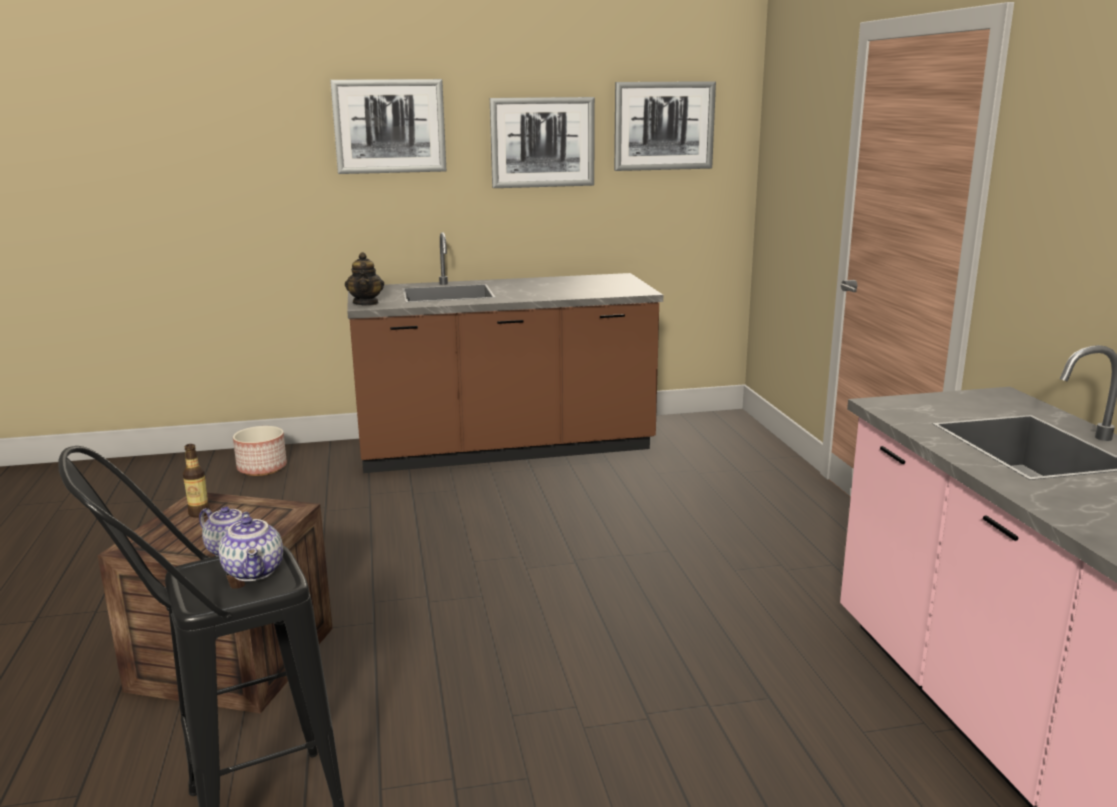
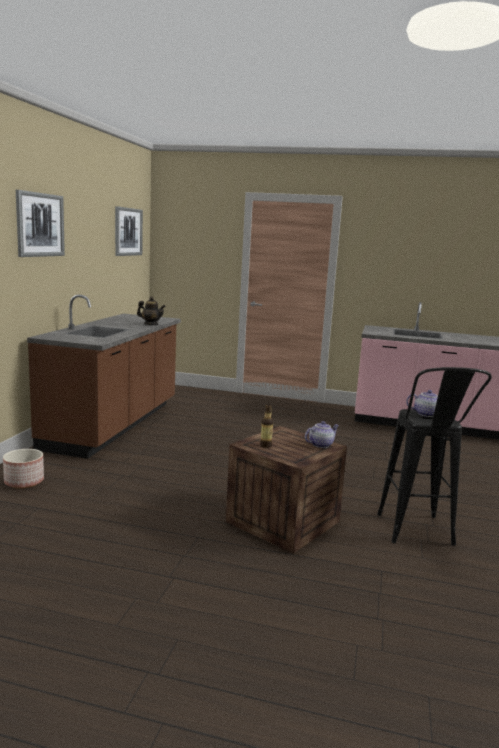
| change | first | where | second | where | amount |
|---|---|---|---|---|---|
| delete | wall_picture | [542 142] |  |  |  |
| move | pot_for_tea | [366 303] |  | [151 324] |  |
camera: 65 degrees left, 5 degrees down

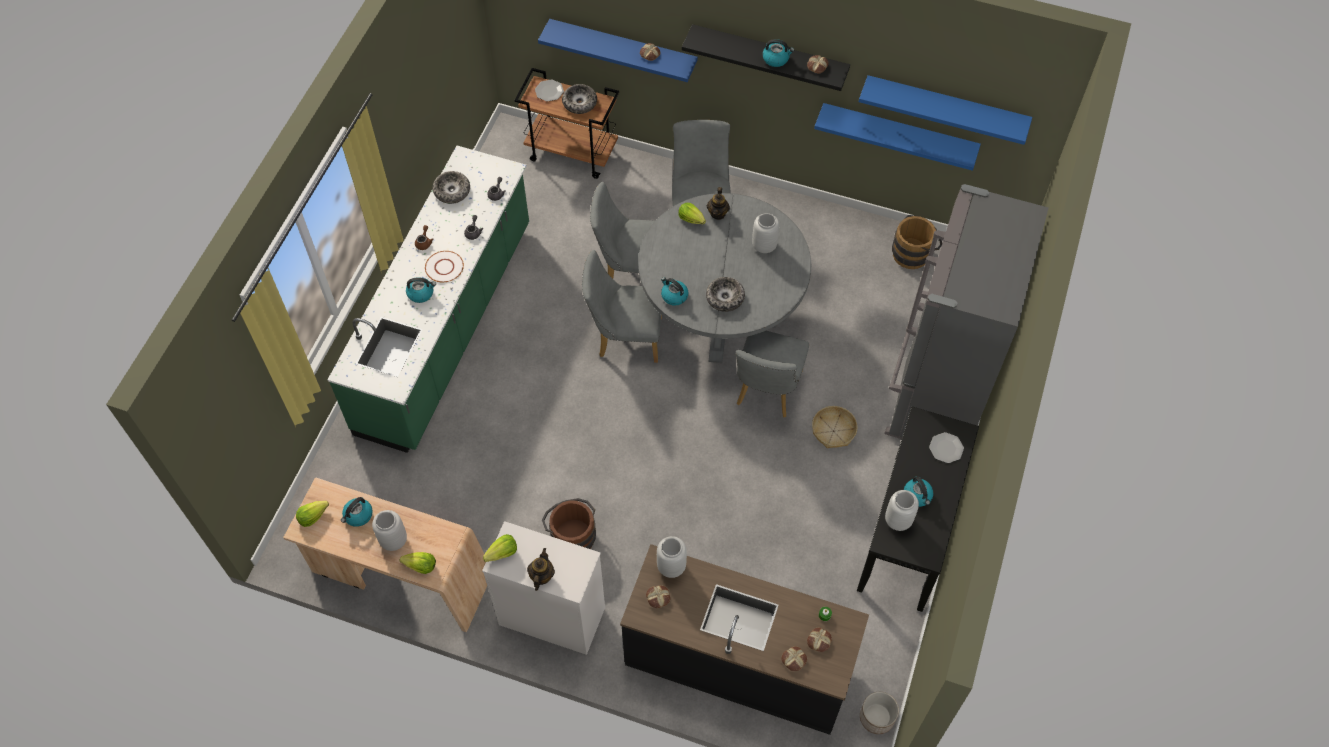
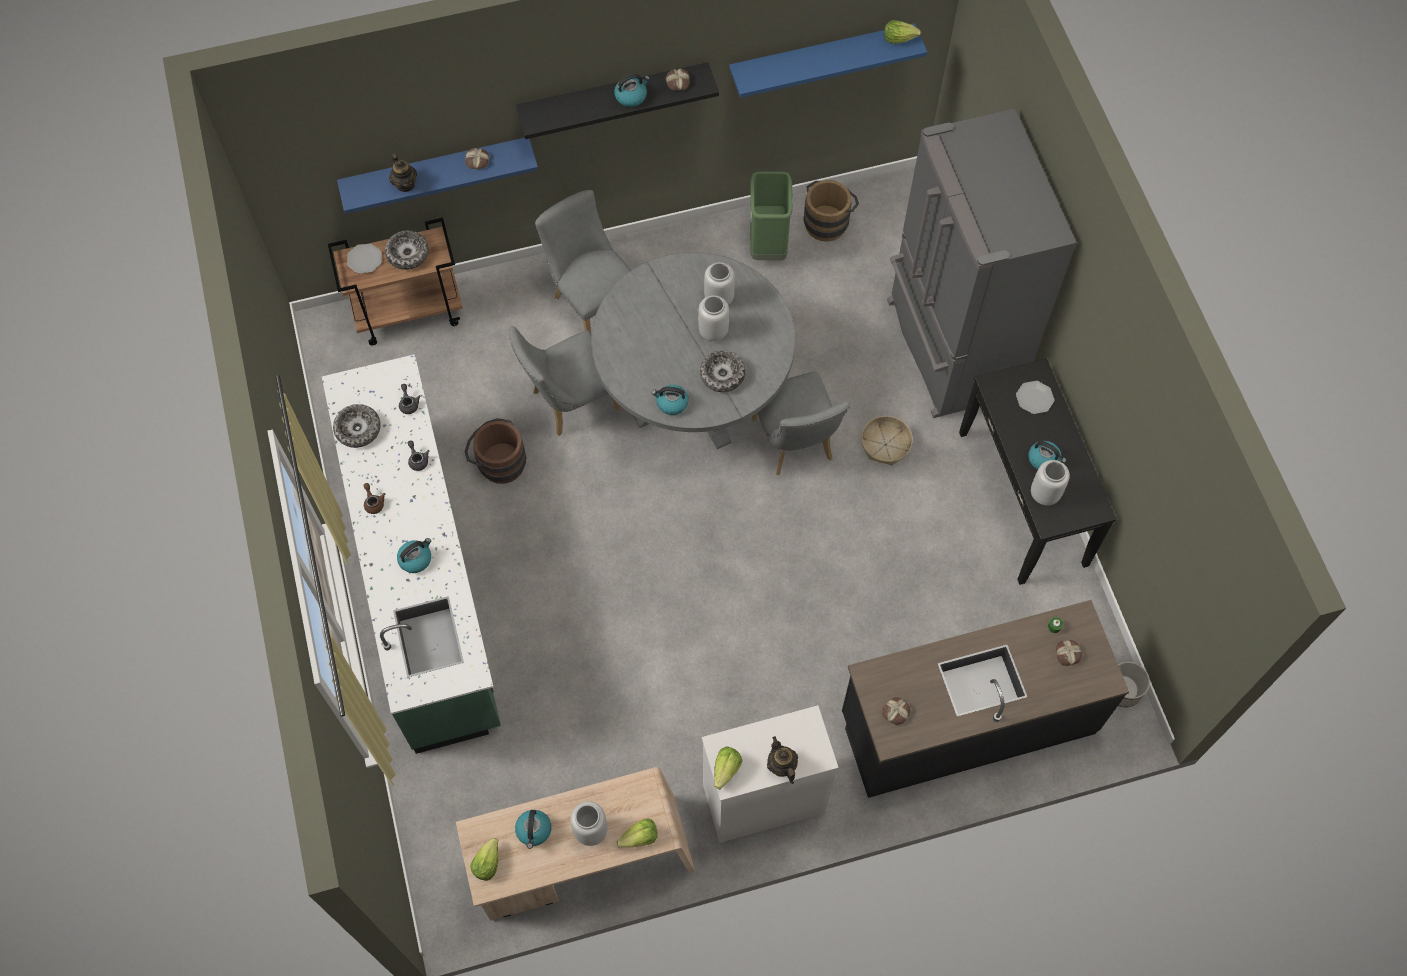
| change | first | where | second | where | amount |
|---|---|---|---|---|---|
| delete | blue_wall_shelf | [899 132] |  |  |  |
| move | pot_for_tea | [718 213] |  | [405 184] |  |
| move | head_of_lettuce | [691 218] |  | [899 38] |  |
| delete | greyish_plain_chair | [624 337] |  |  |  |
| delete | white-coloured_plate | [444 267] |  |  |  |
| move | brownish_bucket | [572 534] |  | [498 461] |  |
| move | greyish_decorative_vase | [671 567] |  | [713 332] |  |
| delete | bakery_bread | [794 660] |  |  |  |
| insert |  |  | green_waste_bin | [768 247] |  |
camera: 35 degrees left, 5 degrees up

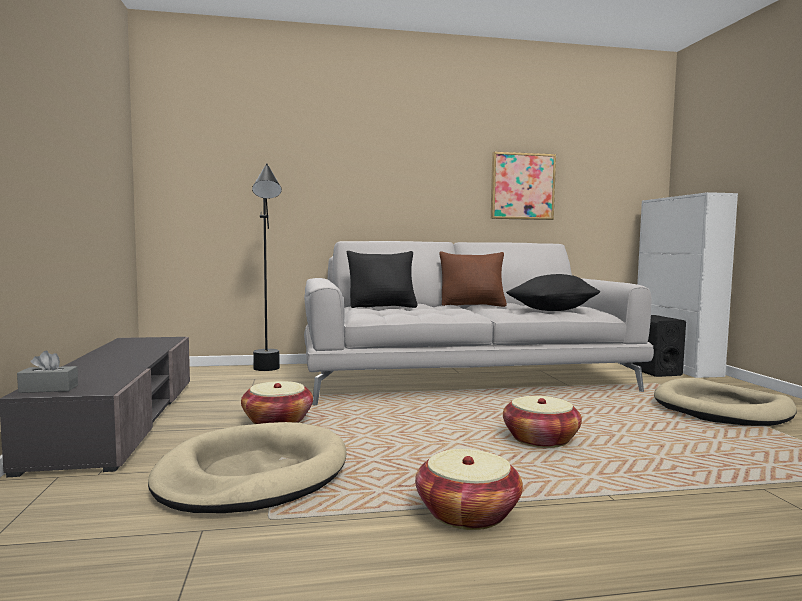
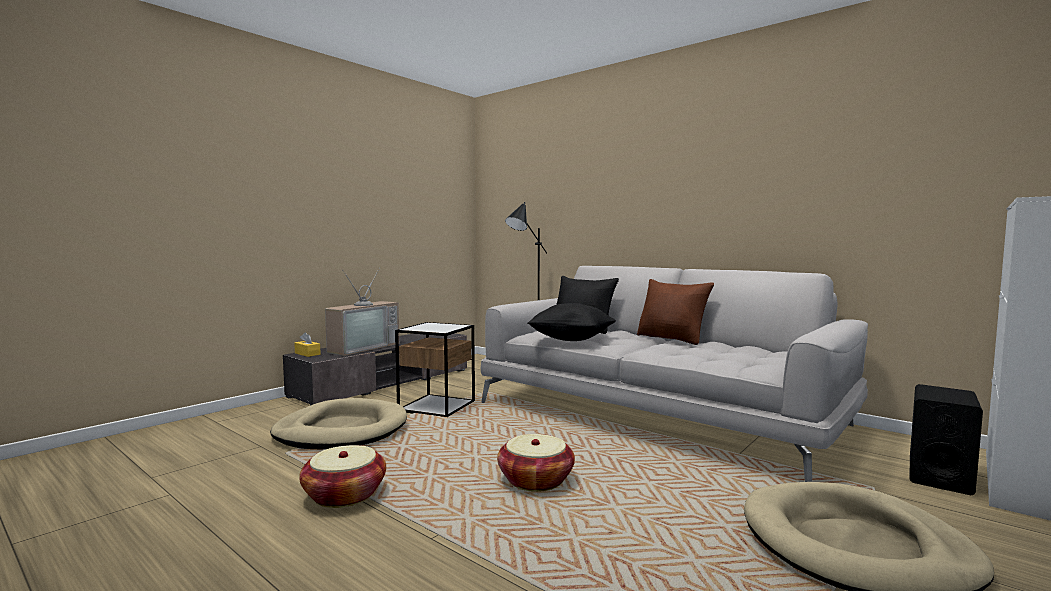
| change | first | where | second | where | amount |
|---|---|---|---|---|---|
| delete | wall_picture | [522 186] |  |  |  |
| move | black-coloured_pillow | [552 310] |  | [571 340] |  |
| recolor | greyish_box_of_tissues | [48 389] | yellowish_box_of_tissues | [307 354] |  |
| replace | household_basket | [277 421] | end_table | [437 406] |  |
| insert |  |  | TV | [361 347] |  |
camera: 50 degrees right, 0 degrees up

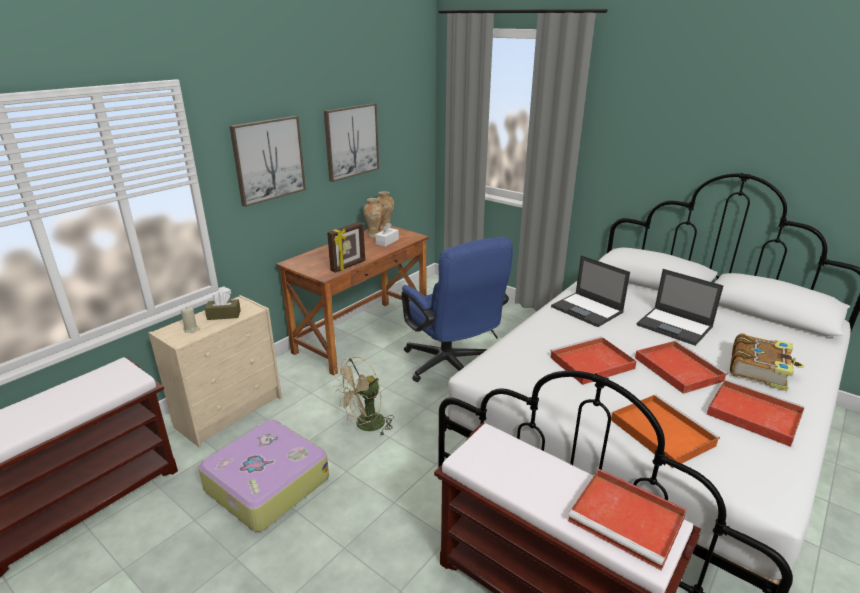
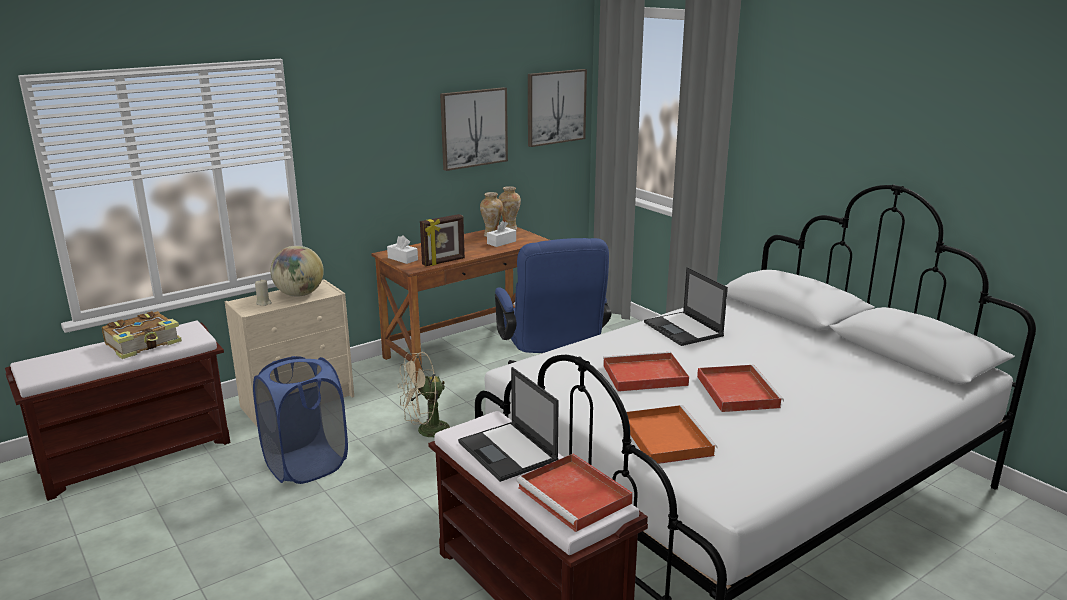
| change | first | where | second | where | amount |
|---|---|---|---|---|---|
| move | wall_picture | [268 159] |  | [555 107] |  |
| move | portable_computer | [675 326] |  | [508 452] |  |
| replace | brownish_box_of_tissues | [224 315] | globe | [299 294] |  |
| move | book | [760 369] |  | [144 344] |  |
| delete | red_tray | [751 414] |  |  |  |
| replace | travel_case | [266 484] | blue_washing_basket | [306 465] |  |
| insert |  |  | white-coloured_box_of_tissues | [402 259] |  |
camera: 15 degrees right, 5 degrees down

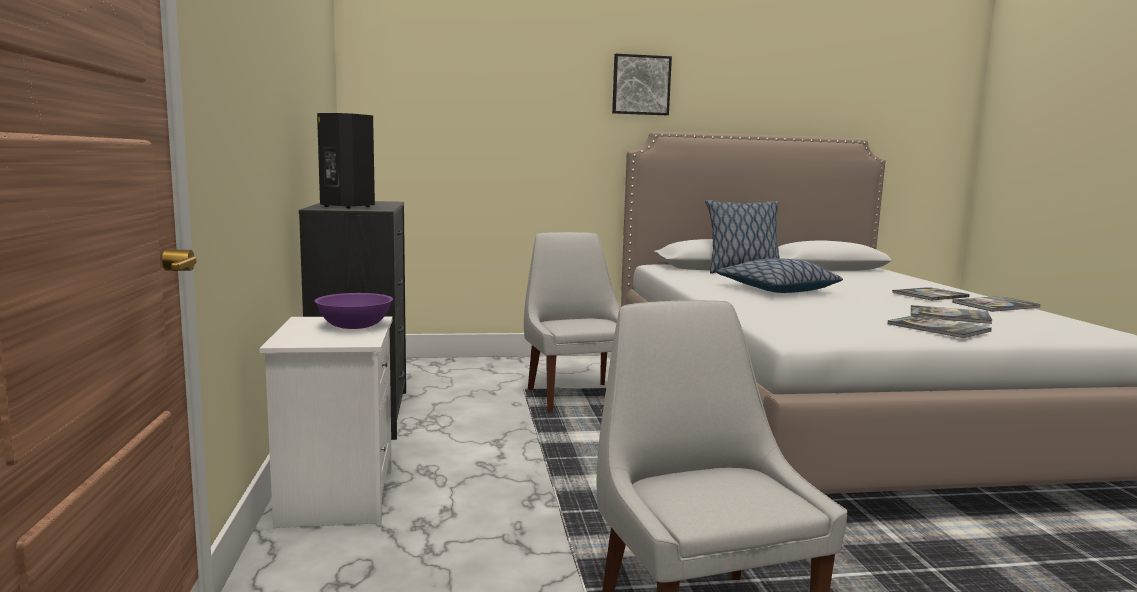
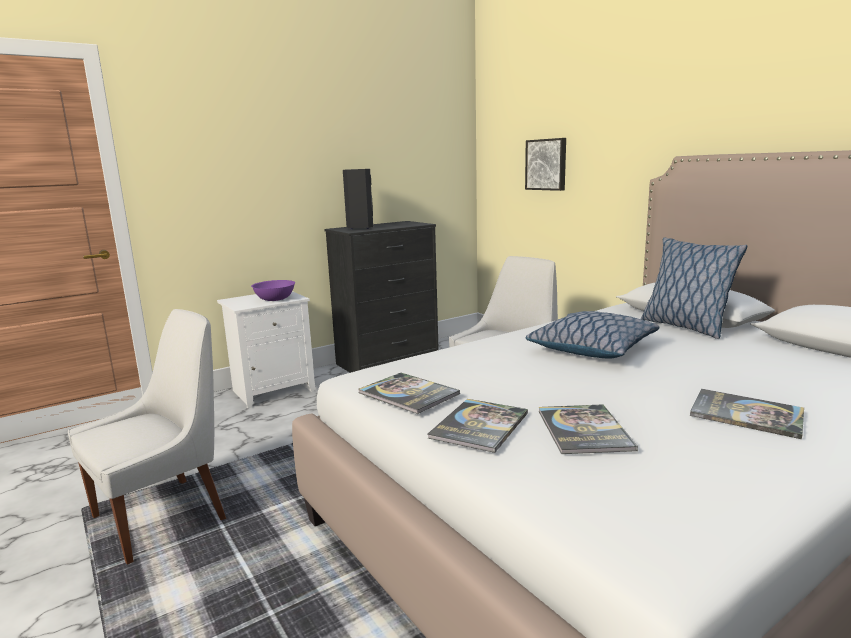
| change | first | where | second | where | amount |
|---|---|---|---|---|---|
| move | wall_picture | [641 85] |  | [546 164] |  |
| move | book | [995 305] |  | [408 394] |  |
camera: 65 degrees right, 5 degrees up

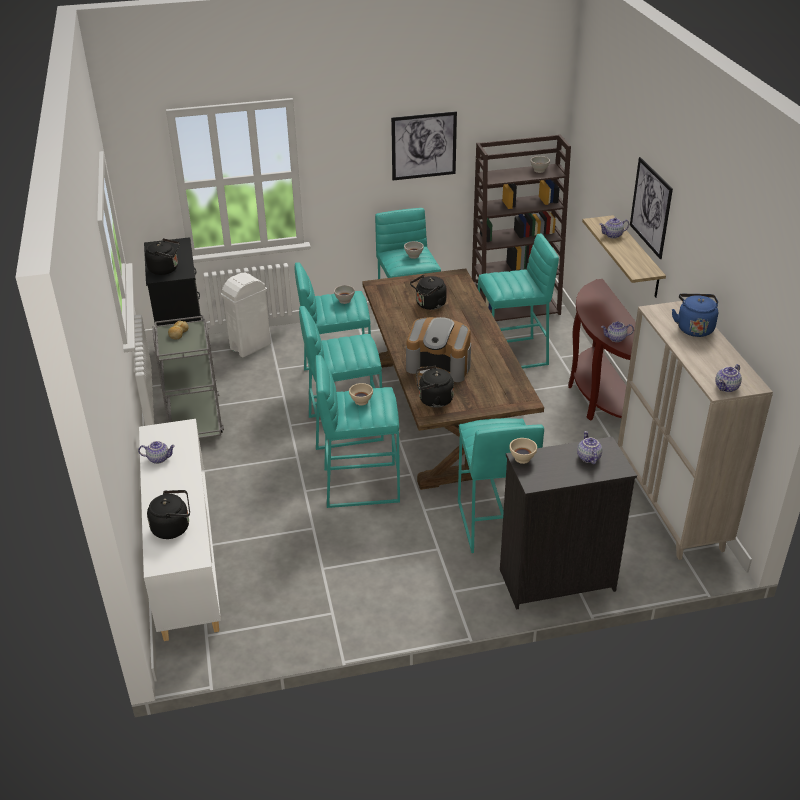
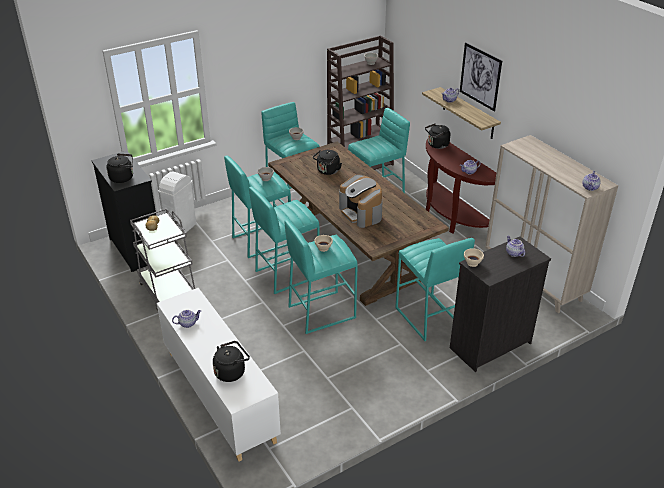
| change | first | where | second | where | amount |
|---|---|---|---|---|---|
| delete | wall_picture | [424 146] |  |  |  |
| delete | blue_kettle | [694 328] |  |  |  |
| rotate | coffee_machine | [439 366] |  | [361 213] | 60 degrees clockwise |
| move | black-coloured_kettle | [433 400] |  | [437 145] |  |
camera: 20 degrees left, 0 degrees up

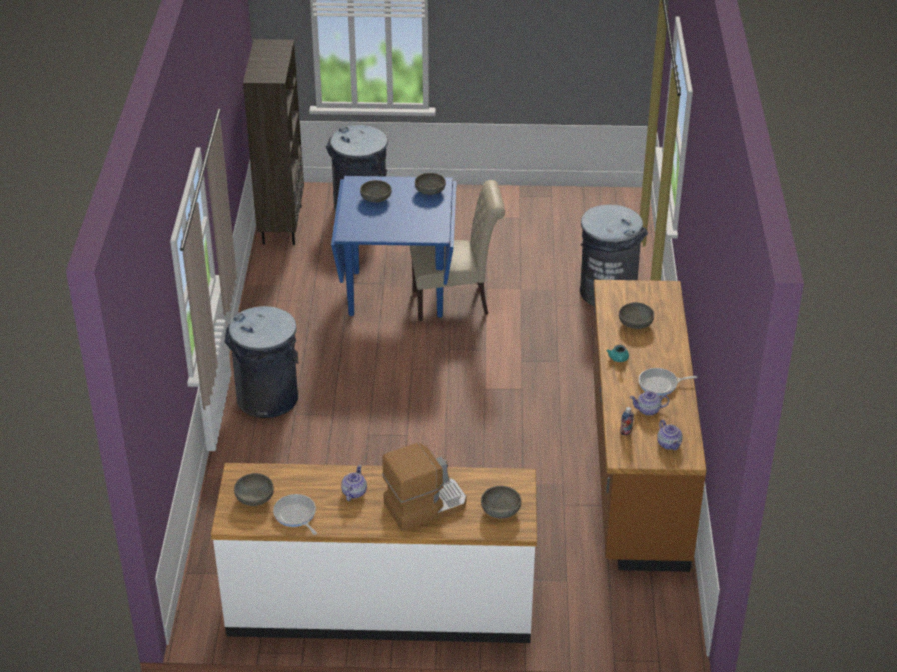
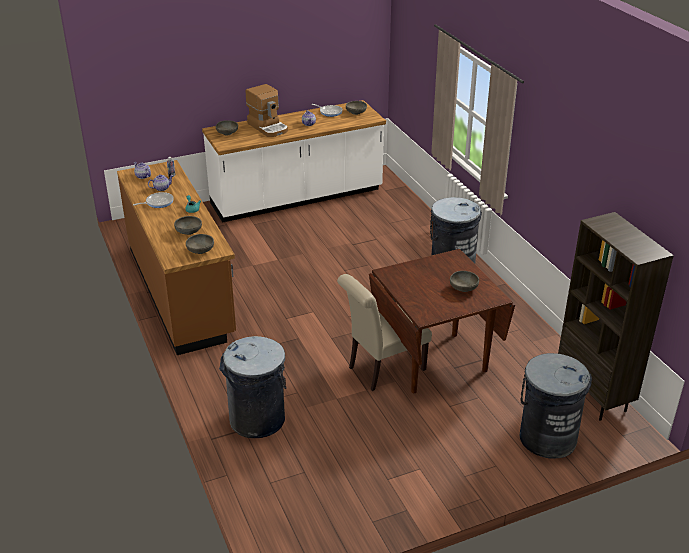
| change | first | where | second | where | amount |
|---|---|---|---|---|---|
| move | greyish_serving_bowl | [430 191] |  | [200 250] |  |
| recolor | blue_kitchen_table | [397 294] | brownish_kitchen_table | [434 361] |  |
| rotate | coffee_machine | [425 505] |  | [268 127] | 75 degrees counterclockwise |
camera: 155 degrees right, 5 degrees down

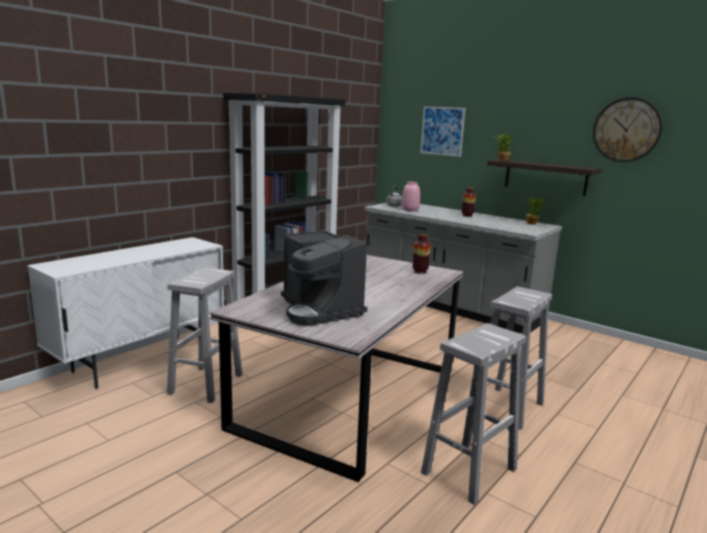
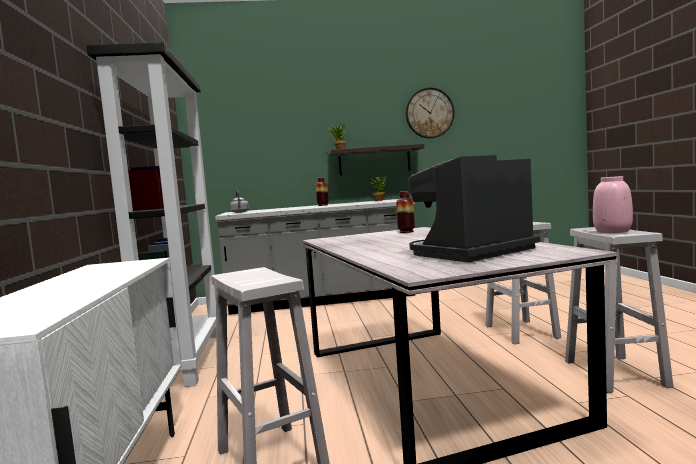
| change | first | where | second | where | amount |
|---|---|---|---|---|---|
| delete | wall_picture | [442 131] |  |  |  |
| move | pink-coloured_decorative_vase | [410 210] |  | [613 231] |  |
| rotate | coffee_machine | [320 310] |  | [471 253] | 135 degrees clockwise |
camera: 45 degrees left, 10 degrees down

